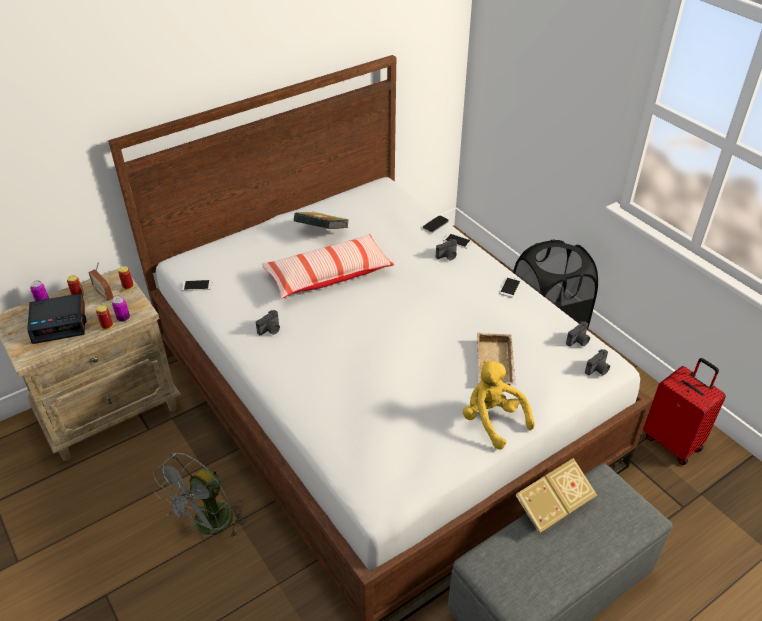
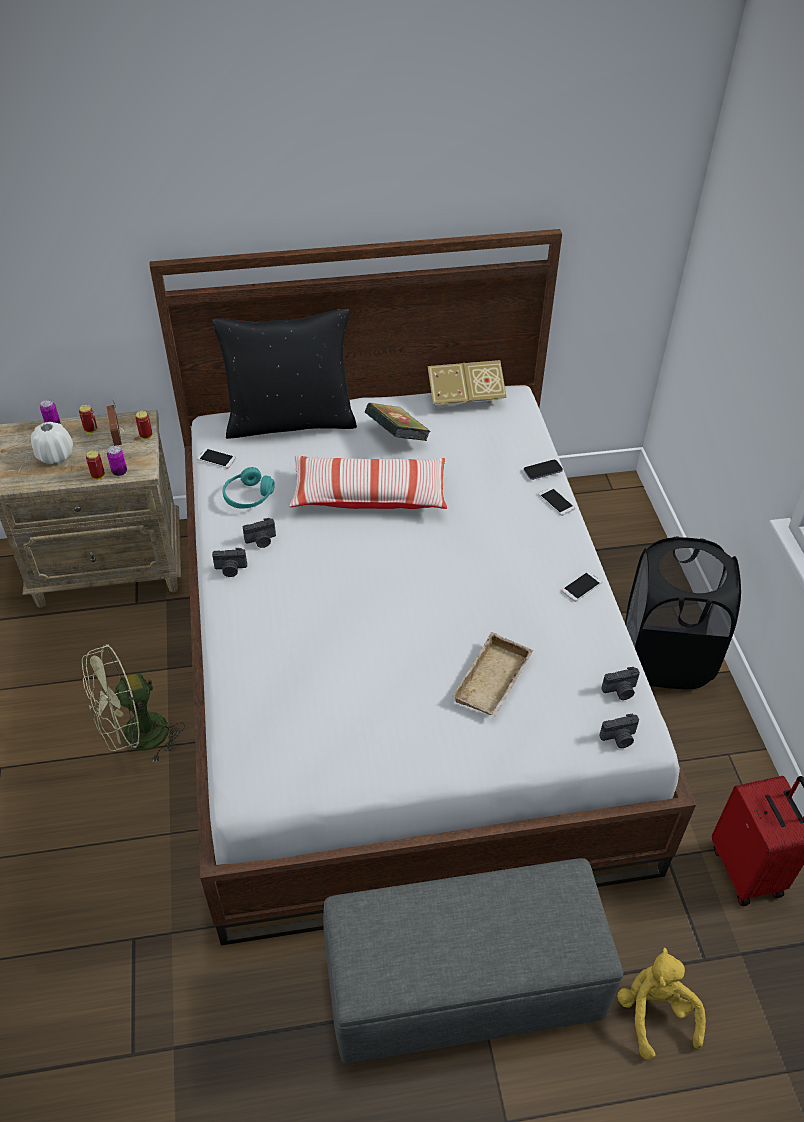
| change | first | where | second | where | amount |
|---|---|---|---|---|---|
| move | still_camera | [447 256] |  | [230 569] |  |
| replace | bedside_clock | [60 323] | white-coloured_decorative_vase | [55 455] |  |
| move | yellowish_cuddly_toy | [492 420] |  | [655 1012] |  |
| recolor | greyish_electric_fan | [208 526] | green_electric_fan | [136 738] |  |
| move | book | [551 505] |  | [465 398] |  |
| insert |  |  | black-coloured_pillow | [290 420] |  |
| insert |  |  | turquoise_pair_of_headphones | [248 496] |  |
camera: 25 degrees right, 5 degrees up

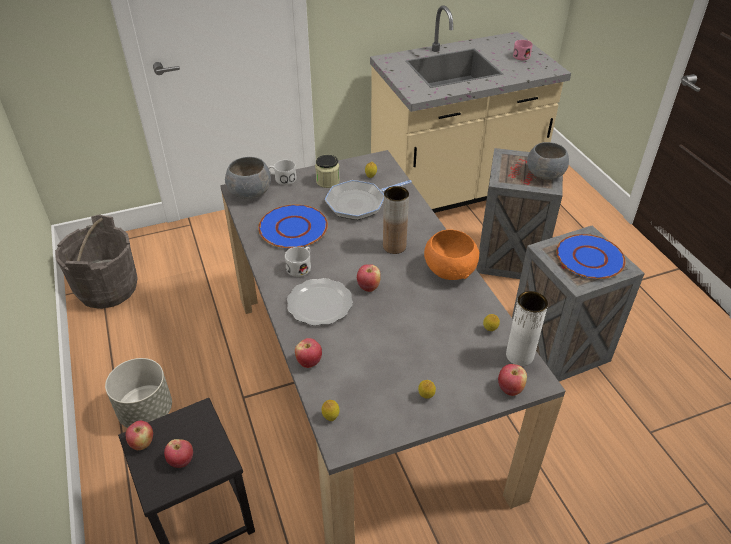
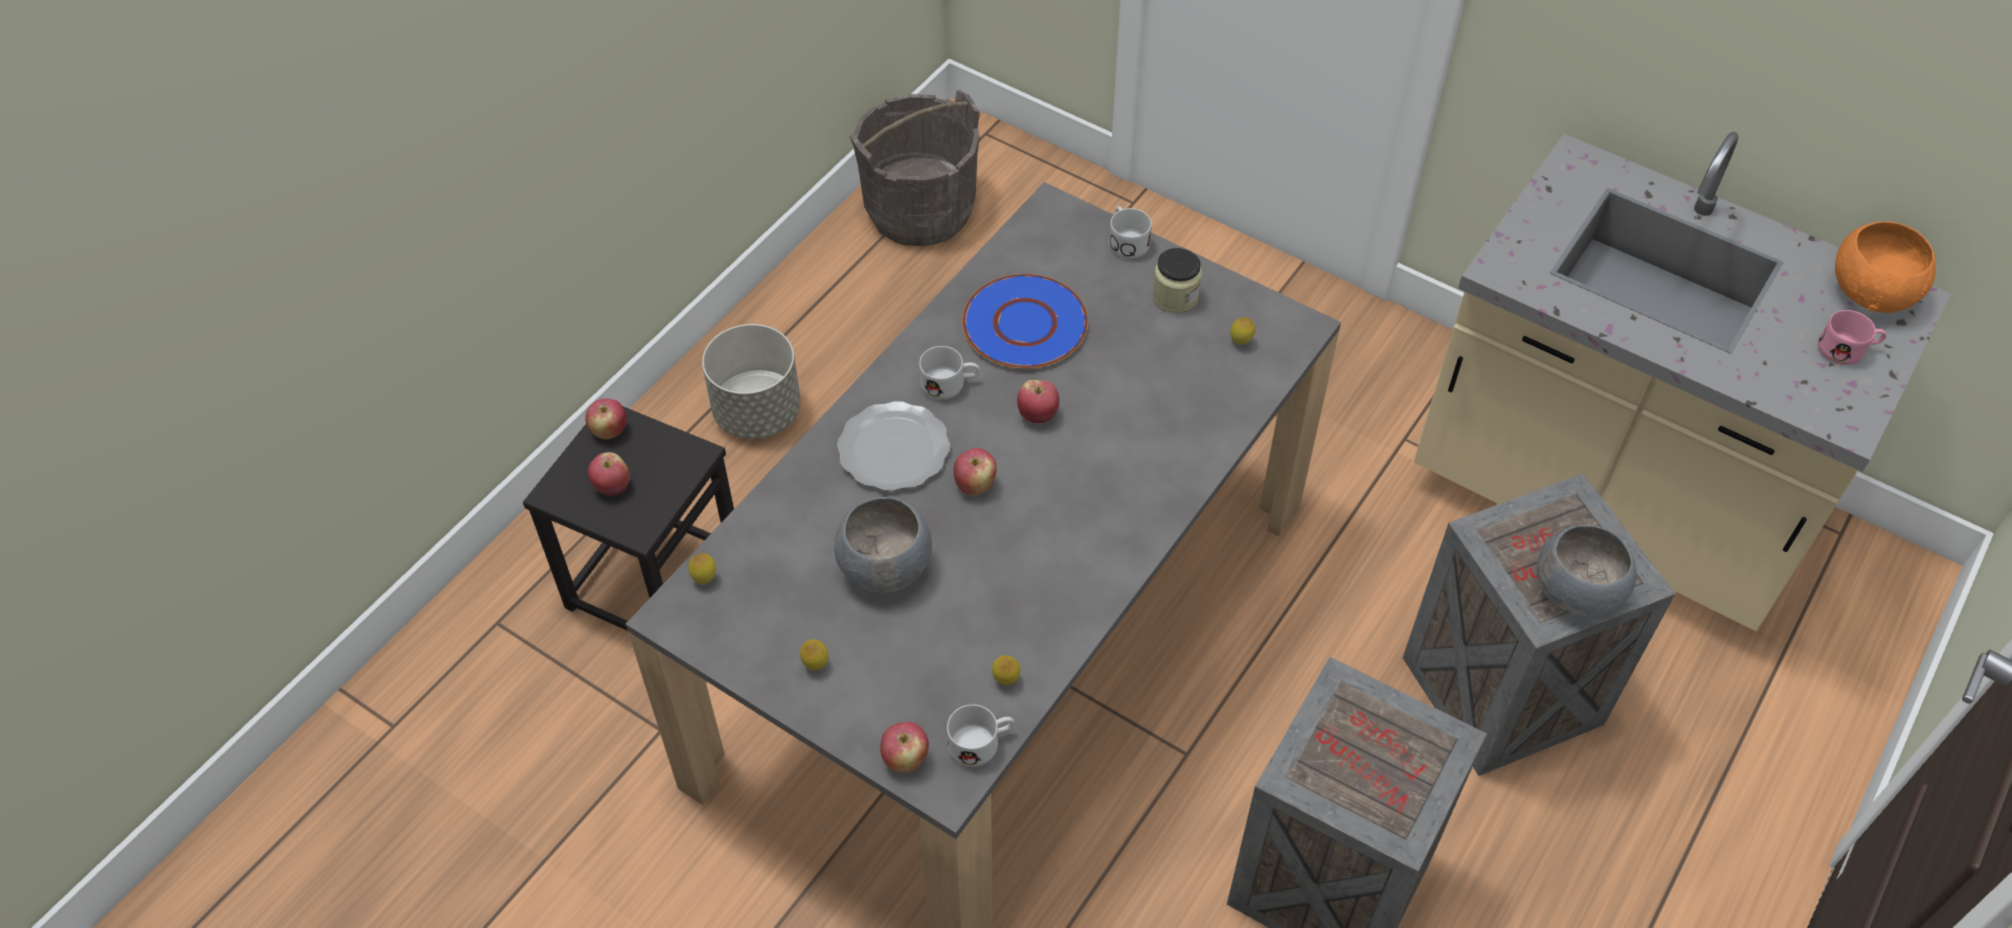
| change | first | where | second | where | amount |
|---|---|---|---|---|---|
| move | greyish_serving_bowl | [250 192] |  | [886 565] |  |
| delete | skillet | [359 203] |  |  |  |
| delete | brownish_decorative_vase | [394 246] |  |  |  |
| move | orange-coloured_serving_bowl | [449 270] |  | [1869 292] |  |
| delete | blue_plate | [589 258] |  |  |  |
| replace | white-coloured_decorative_vase | [519 356] | white-coloured_coffee_mug | [981 743] |  |
| move | whole_apple | [309 362] |  | [1038 415] |  |
camera: 55 degrees right, 10 degrees up

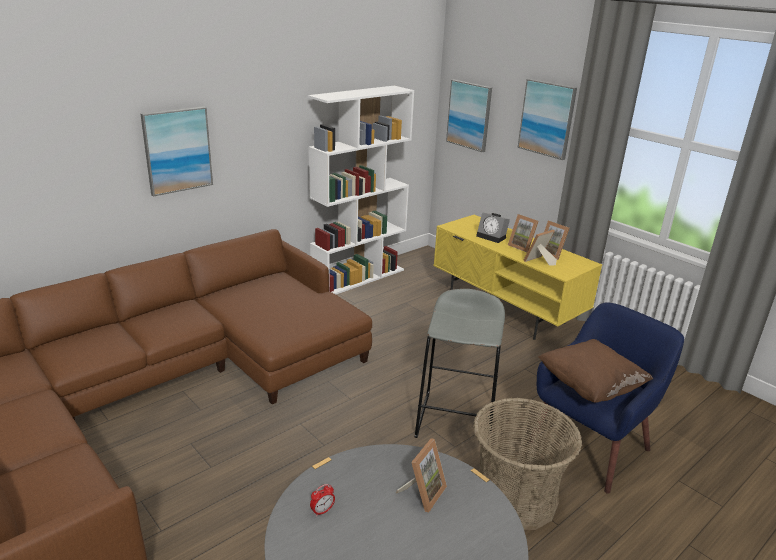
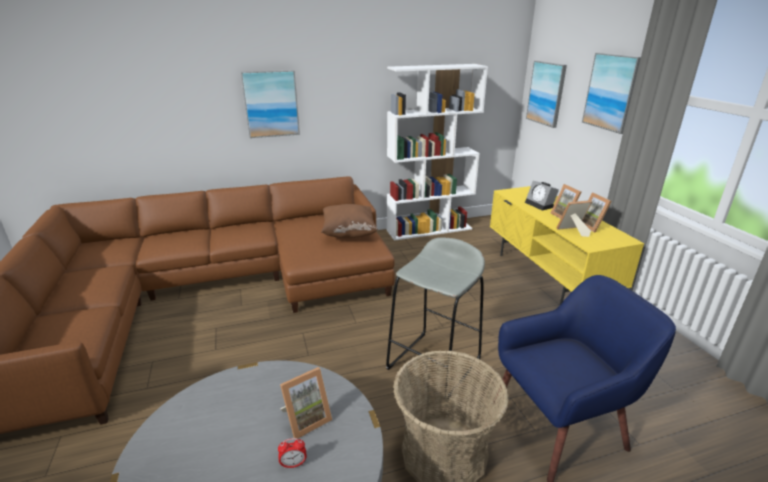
| change | first | where | second | where | amount |
|---|---|---|---|---|---|
| move | brownish_pillow | [589 387] |  | [349 233] |  |
| move | bedside_clock | [322 511] |  | [293 464] |  |
camera: 25 degrees right, 0 degrees up

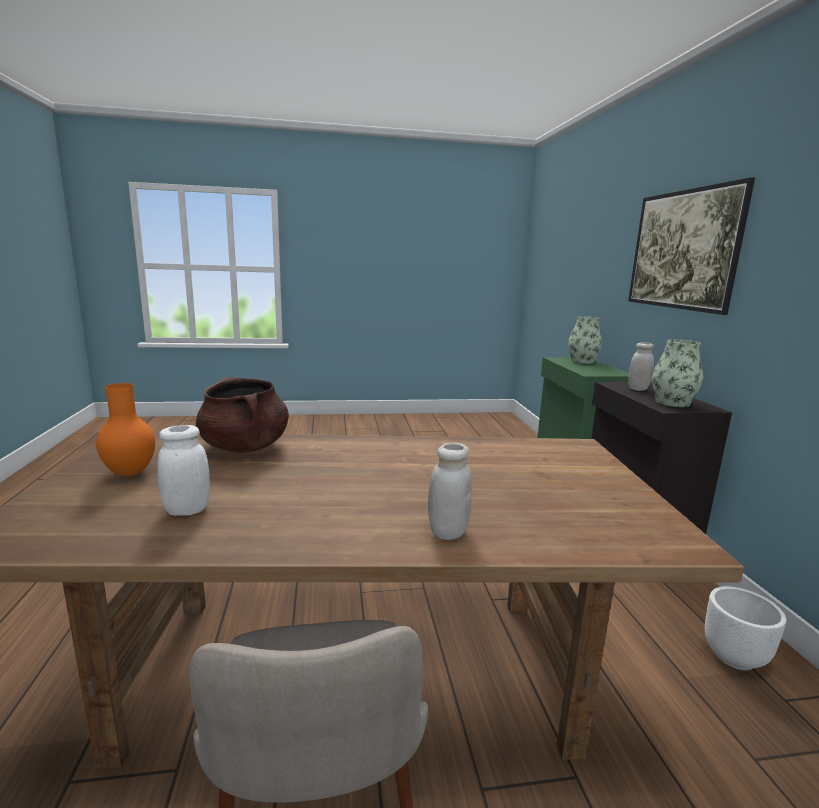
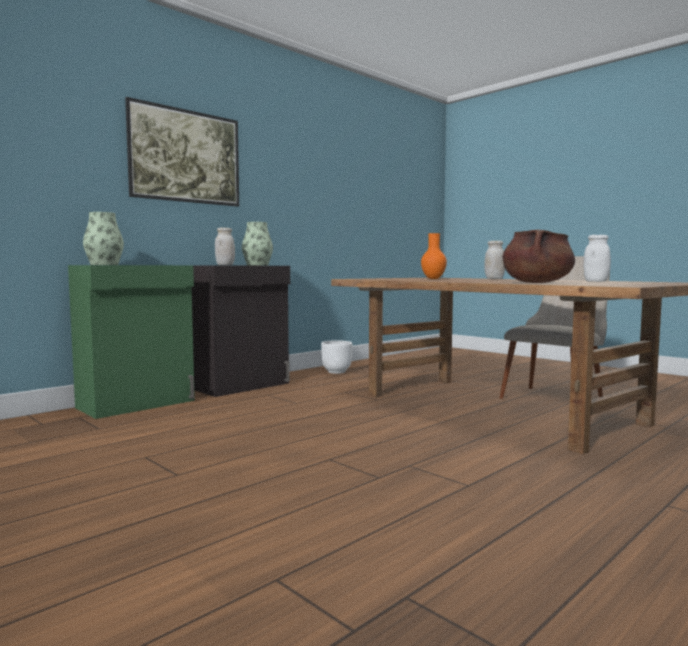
| change | first | where | second | where | amount |
|---|---|---|---|---|---|
| move | orange-coloured_decorative_vase | [131 472] |  | [433 278] |  |
camera: 125 degrees left, 10 degrees down

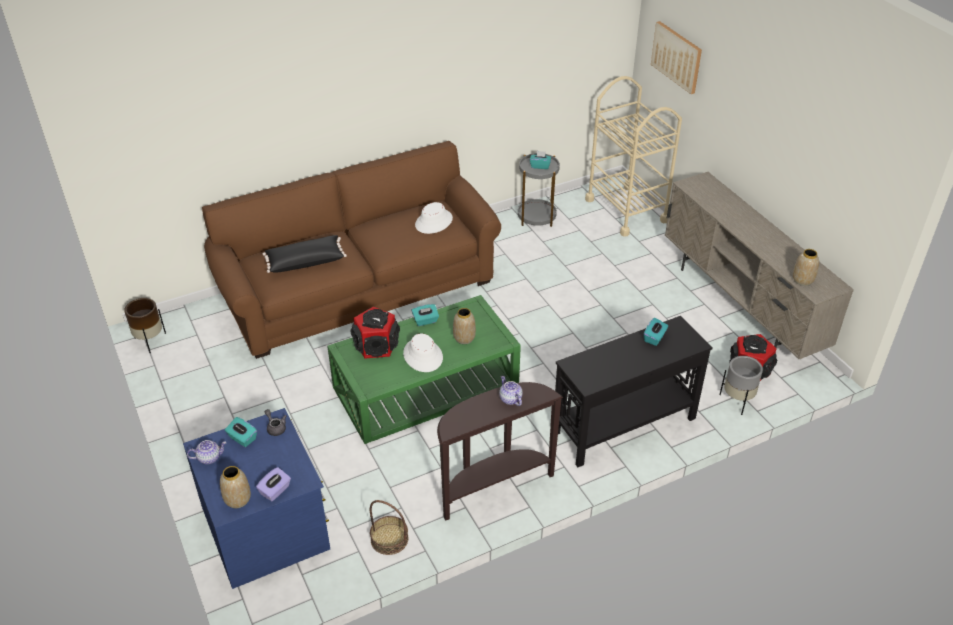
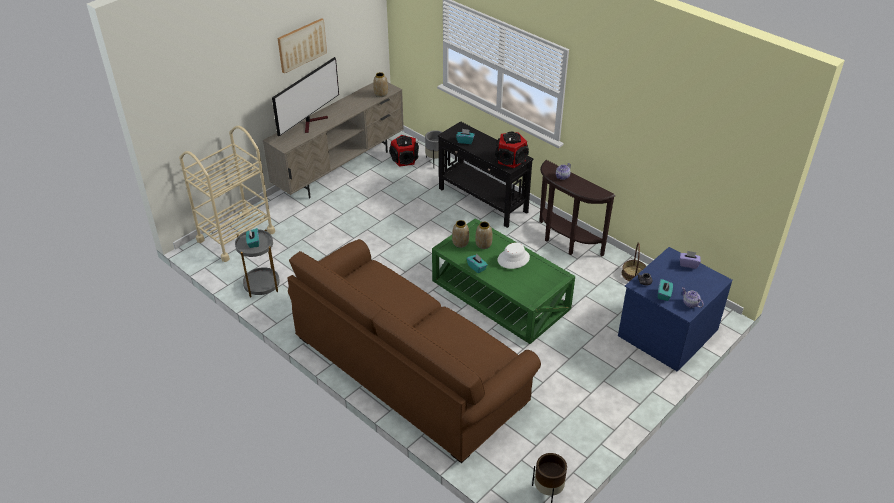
| change | first | where | second | where | amount |
|---|---|---|---|---|---|
| move | wall_picture | [677 57] |  | [301 45] |  |
| delete | white-coloured_clothing_hat | [434 222] |  |  |  |
| delete | black-coloured_pillow | [305 261] |  |  |  |
| move | loudspeaker | [376 345] |  | [510 160] |  |
| move | decorative_vase | [238 499] |  | [460 243] |  |
| insert |  |  | TV | [312 122] |  |
camera: 110 degrees left, 0 degrees up

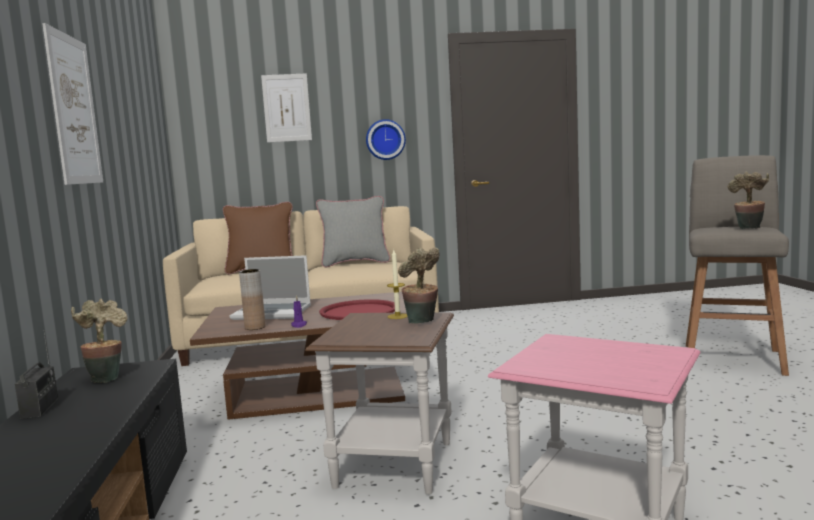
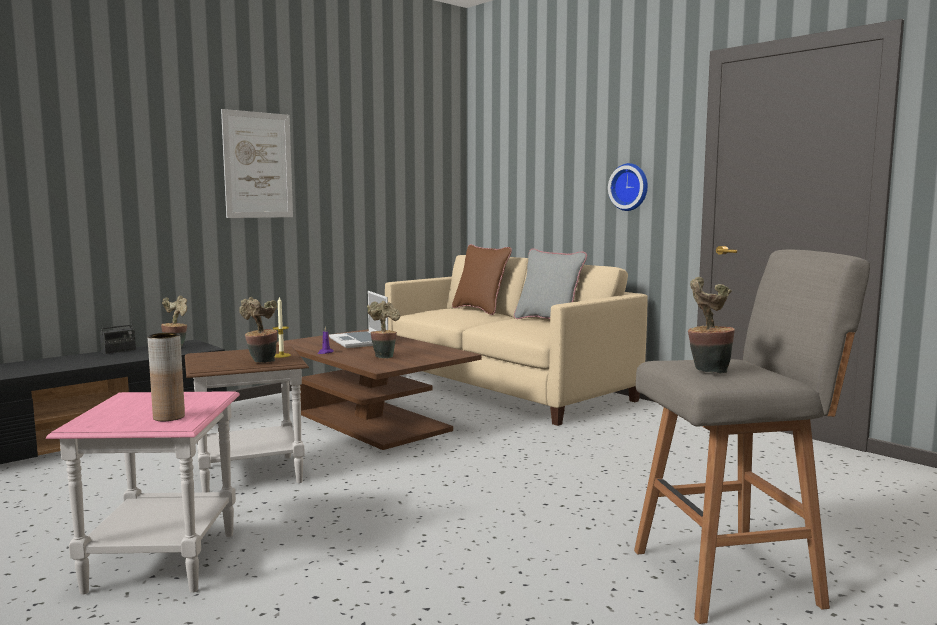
| change | first | where | second | where | amount |
|---|---|---|---|---|---|
| delete | wall_picture | [286 108] |  |  |  |
| move | brownish_decorative_vase | [255 327] |  | [169 417] |  |
| replace | red_tray | [358 311] | houseplant | [383 356] |  |
camera: 55 degrees right, 0 degrees up

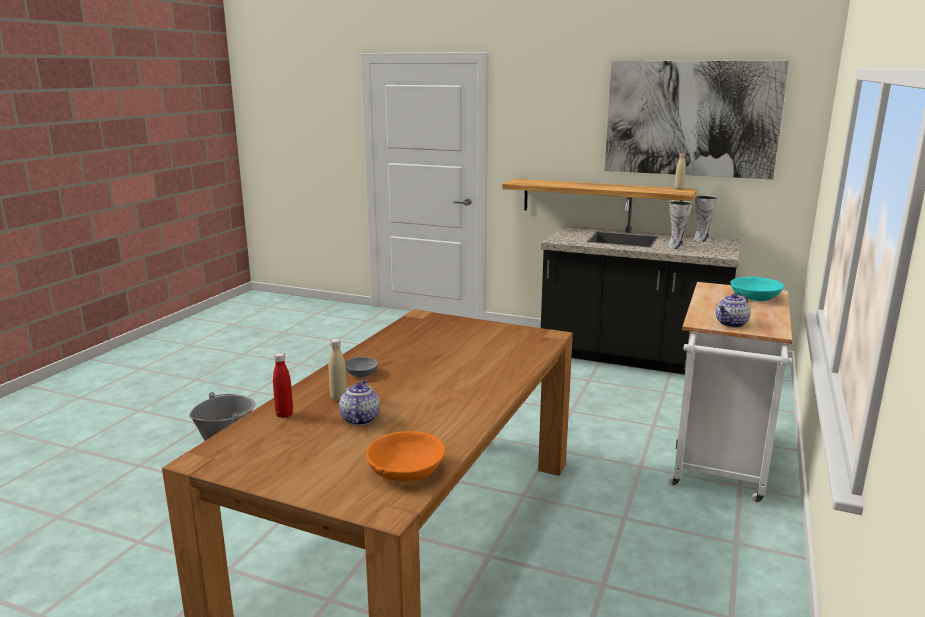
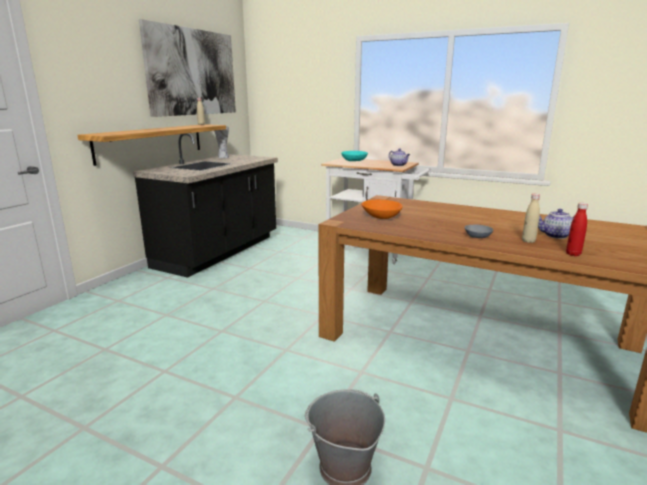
| change | first | where | second | where | amount |
|---|---|---|---|---|---|
| delete | decorative_vase | [677 247] |  |  |  |
| move | orange-coloured_serving_bowl | [406 470] |  | [381 216] |  |
camera: 85 degrees left, 0 degrees up

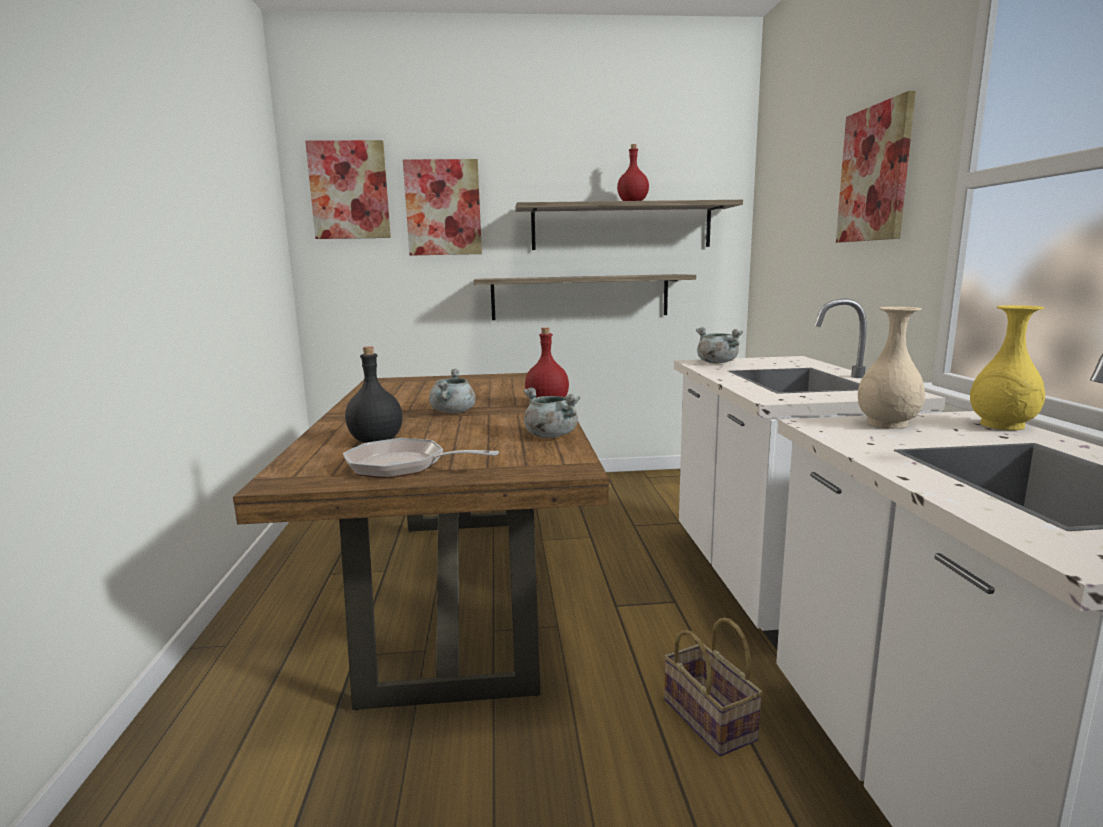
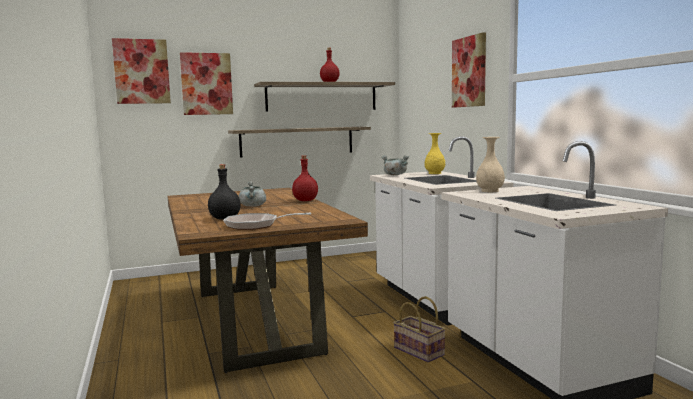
| change | first | where | second | where | amount |
|---|---|---|---|---|---|
| move | yellowish_decorative_vase | [1001 425] |  | [434 173] |  |
| delete | greyish_stockpot | [549 435] |  |  |  |
camera: 15 degrees left, 5 degrees down

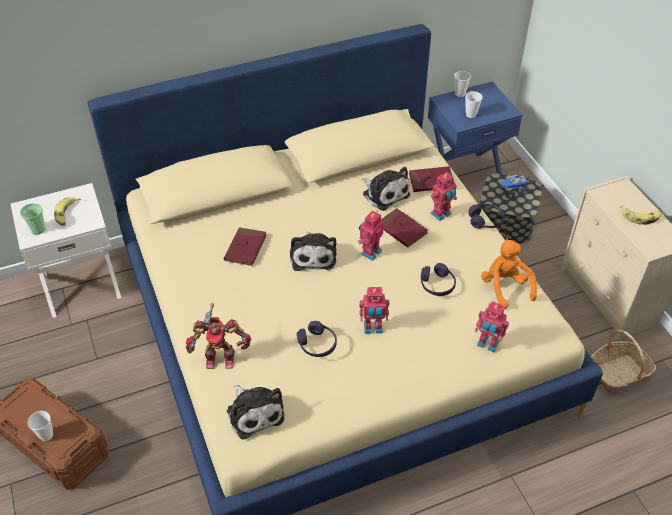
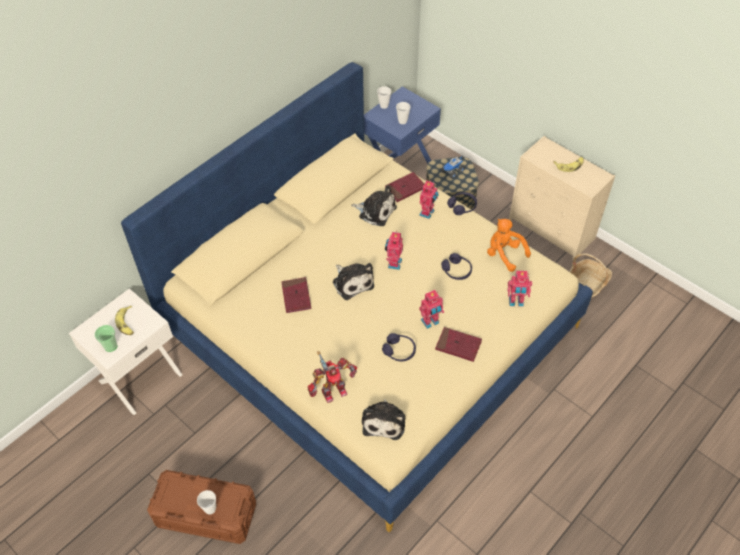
| change | first | where | second | where | amount |
|---|---|---|---|---|---|
| move | red_book | [401 229] |  | [458 345] |  |
| rotate | cuddly_toy | [254 412] |  | [384 420] | 60 degrees clockwise |
camera: 25 degrees left, 5 degrees up

